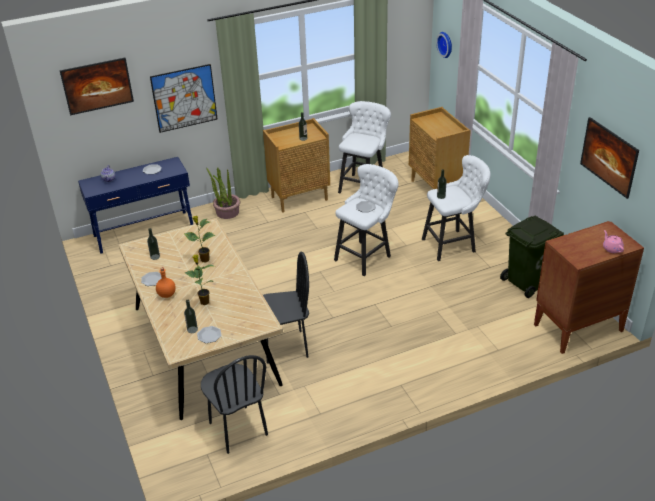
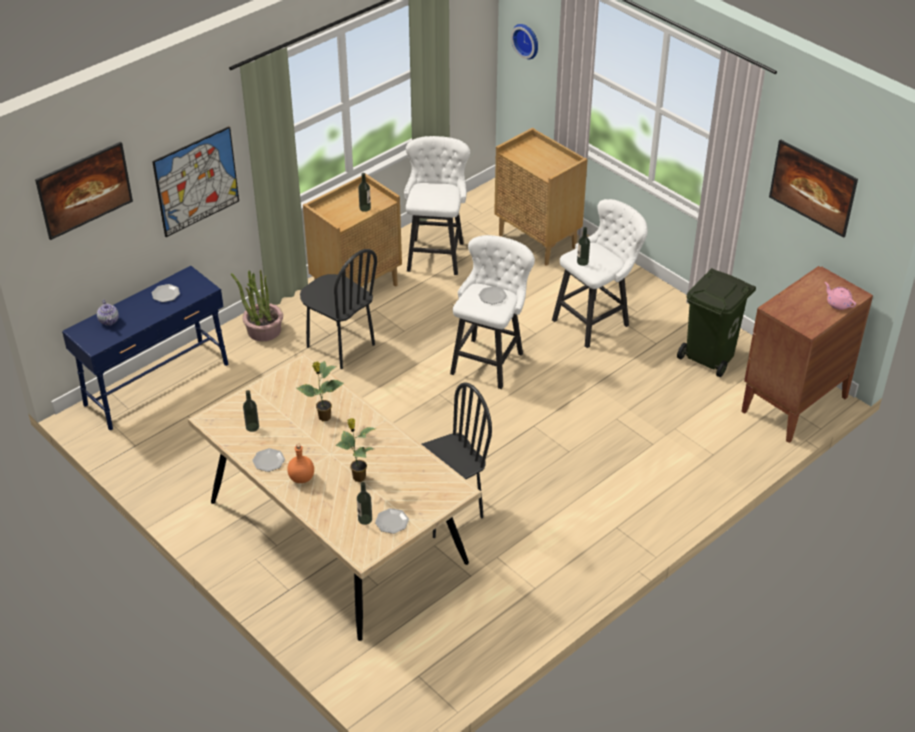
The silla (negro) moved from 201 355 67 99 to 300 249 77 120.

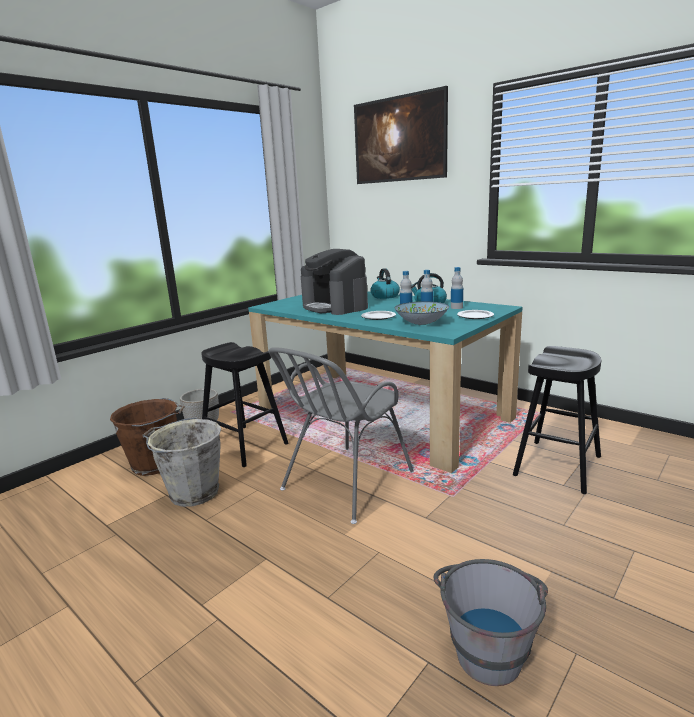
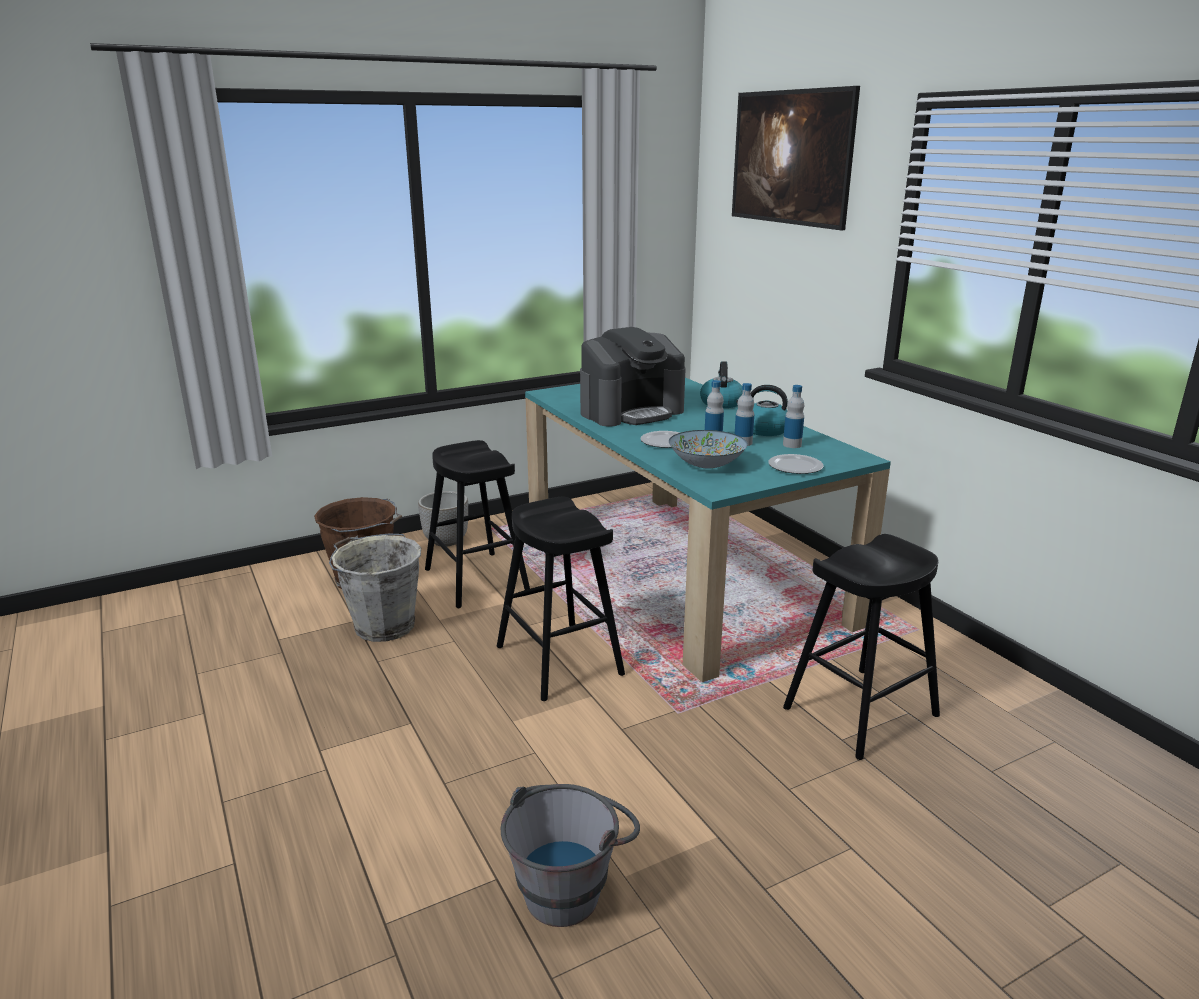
The silla (gris) at 269 347 145 177 was replaced by the taburete (negro) at 497 497 128 204.
The cafetera at 301 249 67 66 turned 105 degrees counterclockwise.

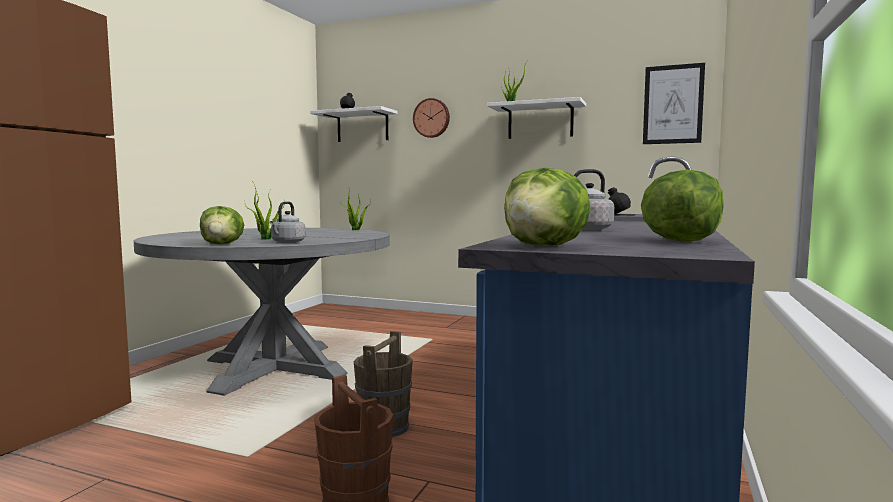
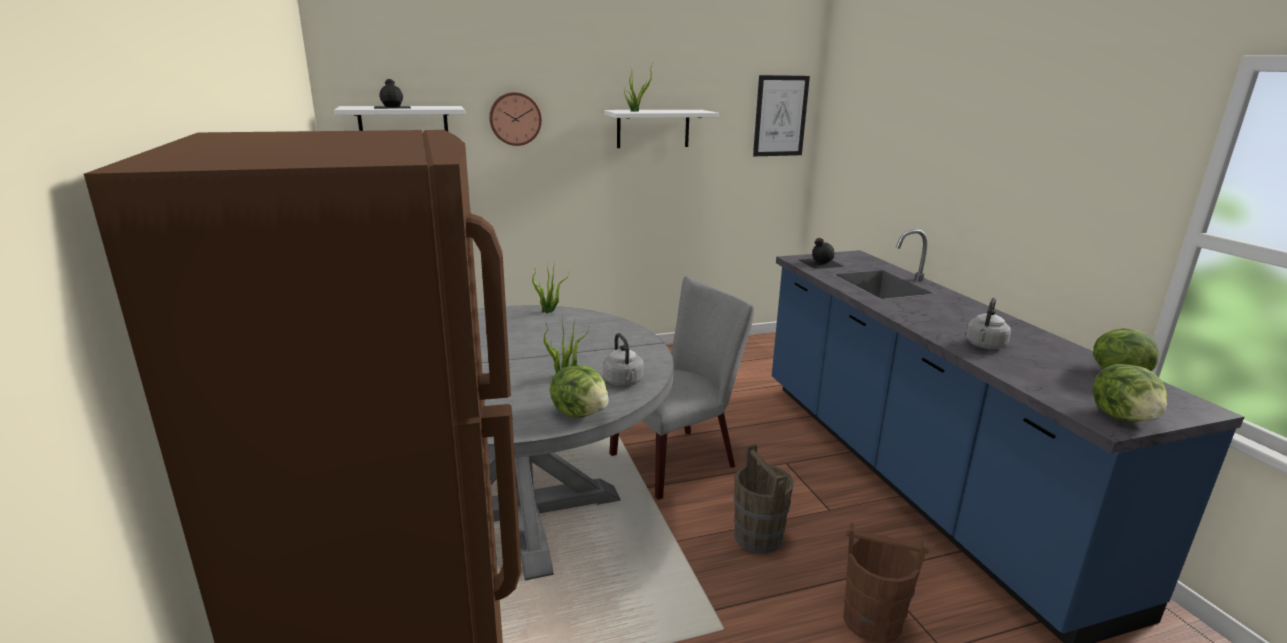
The silla (gris) at 609 276 145 224 appeared.

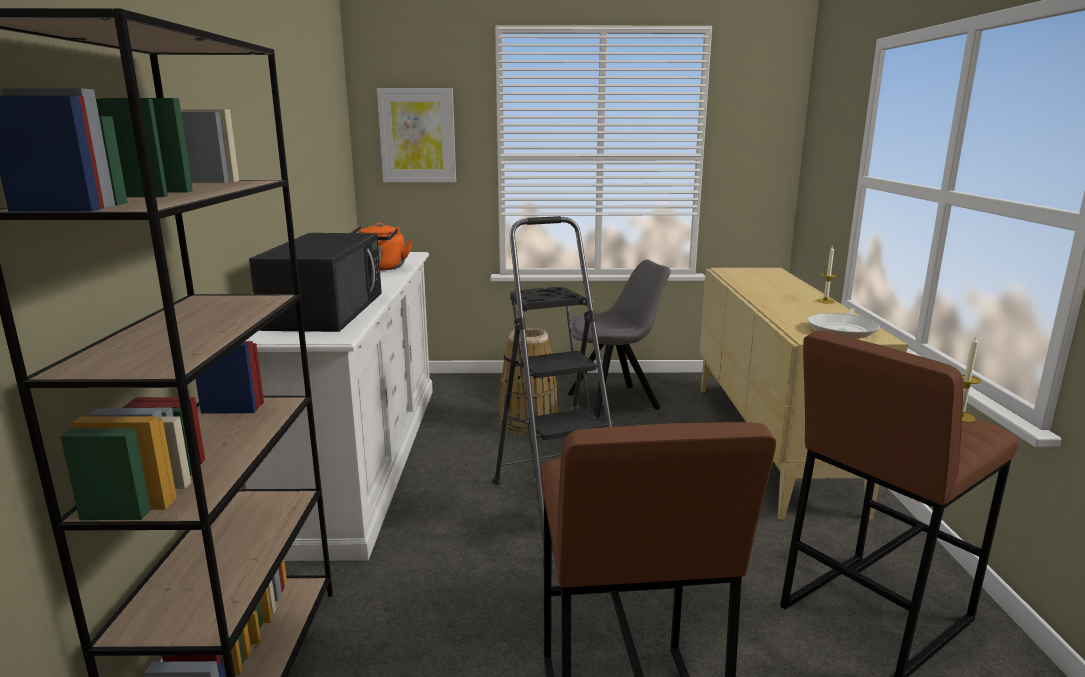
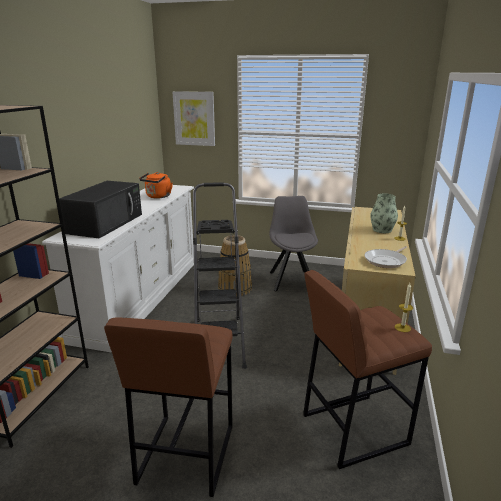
The florero at 370 193 28 40 appeared.
The silla (gris) at 567 260 104 158 turned 90 degrees counterclockwise.

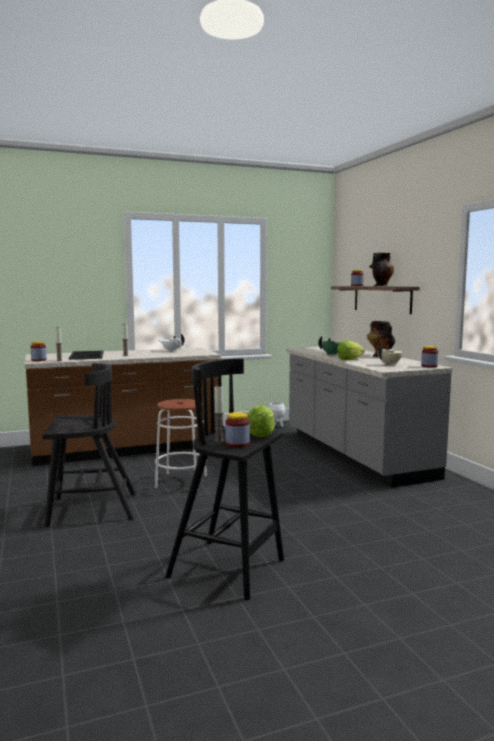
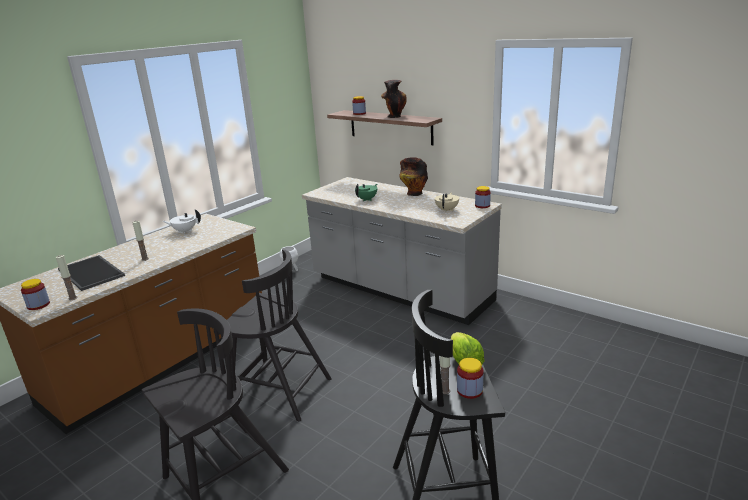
The lechuga at 337 341 28 19 disappeared.
The taburete (blanco) at 155 399 52 92 was replaced by the silla (negro) at 213 250 119 171.

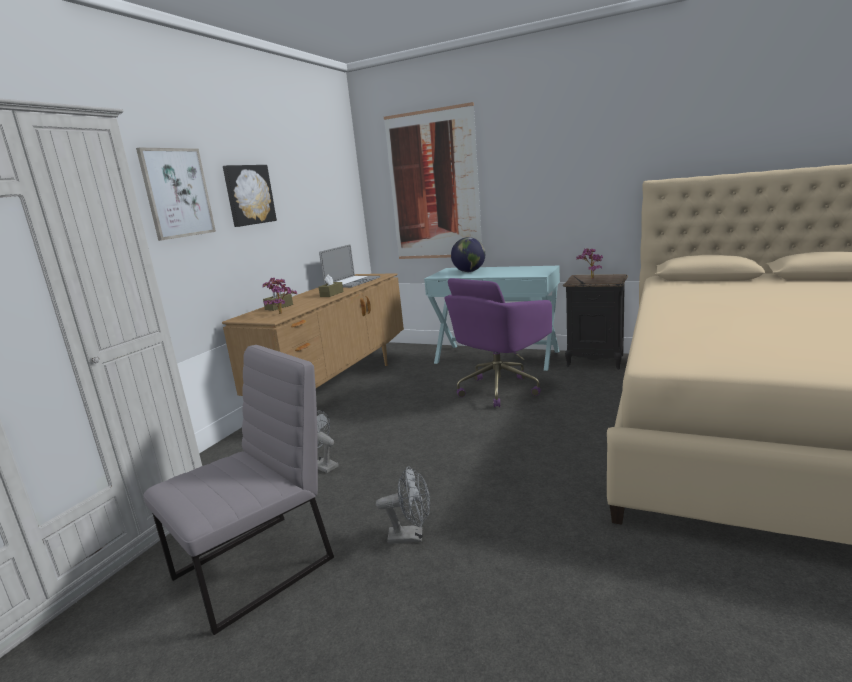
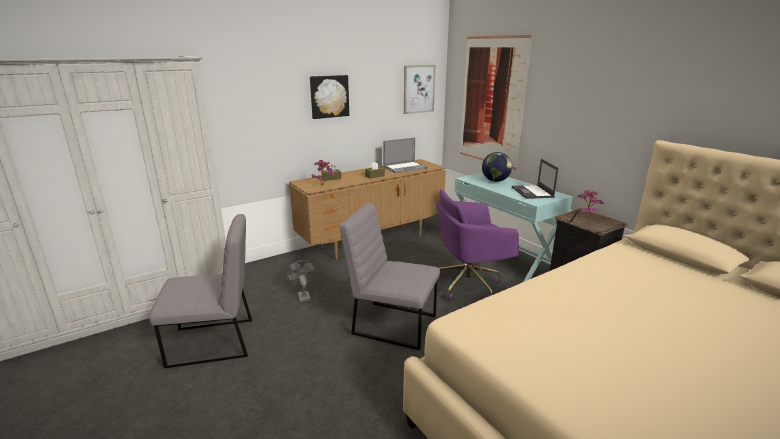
The ventilador (gris) at 376 466 54 78 disappeared.
The silla (gris) at 340 203 100 147 appeared.
The portátil at 512 159 47 40 appeared.
The cuadro moved from 136 148 80 93 to 404 65 32 49.

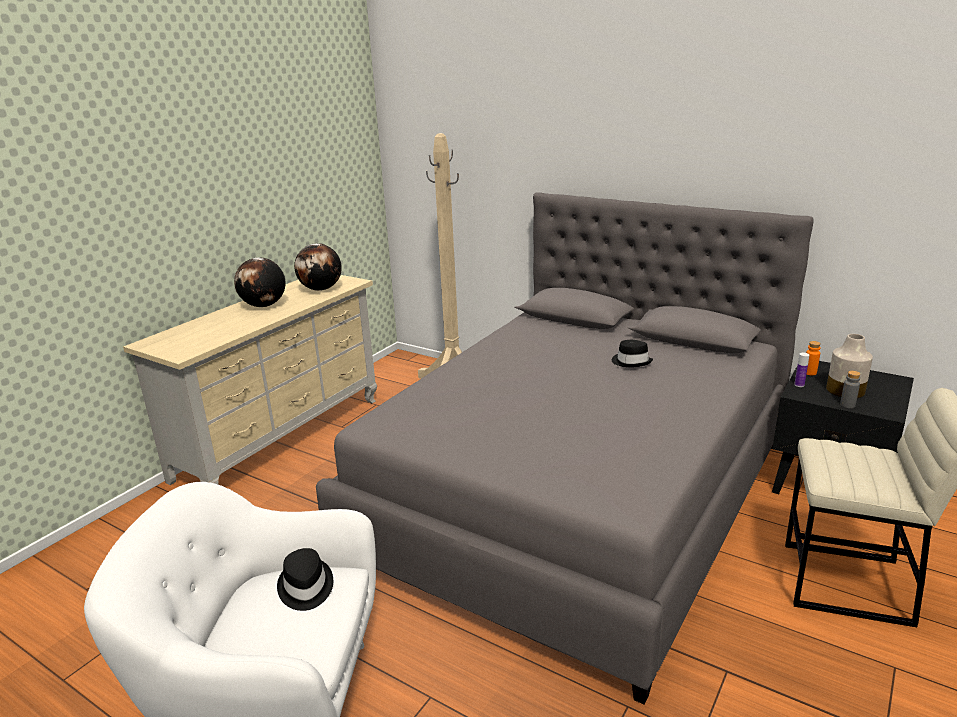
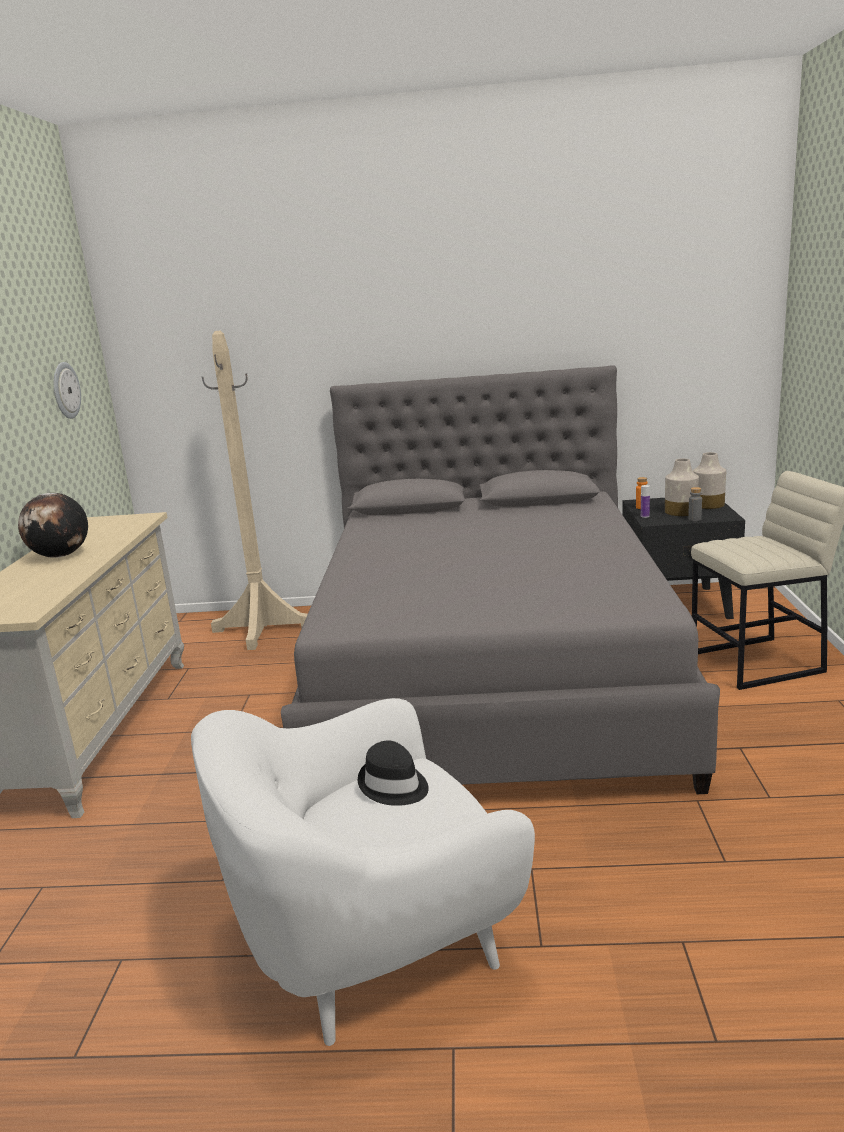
The globo terráqueo at 294 243 48 48 disappeared.
The sombrero (negro) at 612 340 41 27 disappeared.
The reloj de pared at 54 362 27 57 appeared.
The florero (beis) at 693 452 33 57 appeared.

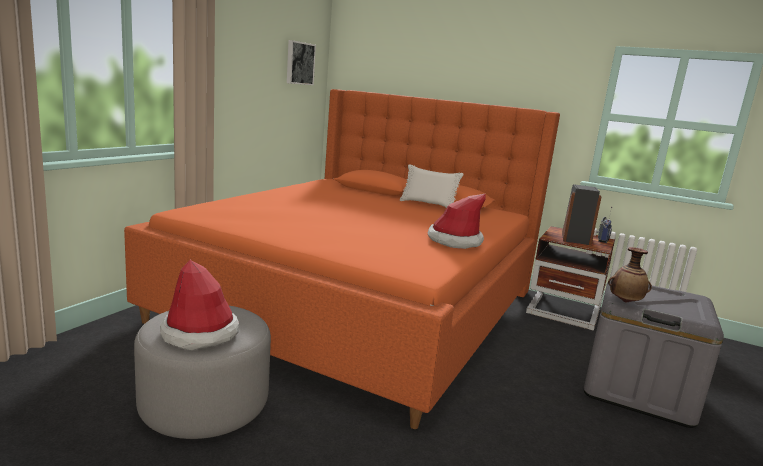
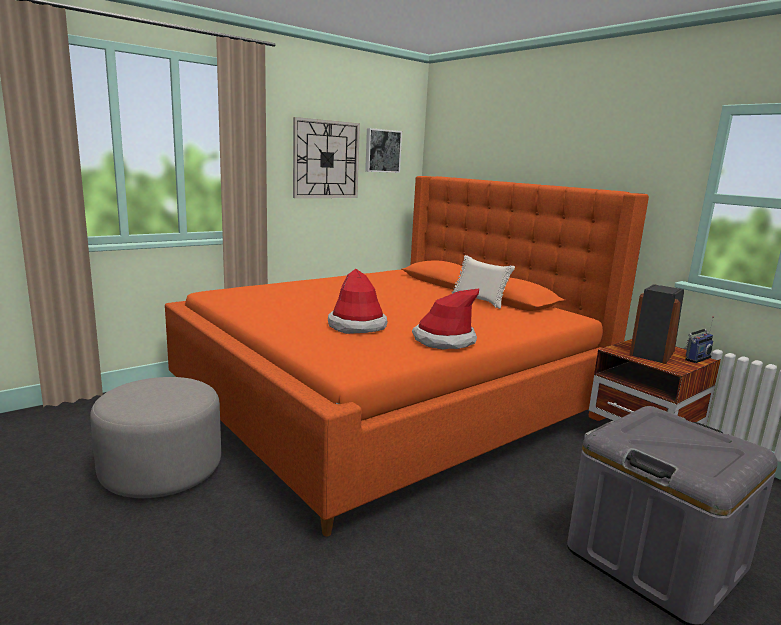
The florero at 608 247 44 56 disappeared.
The reloj de pared at 293 117 67 81 appeared.
The sombrero moved from 160 260 79 90 to 328 269 59 65.

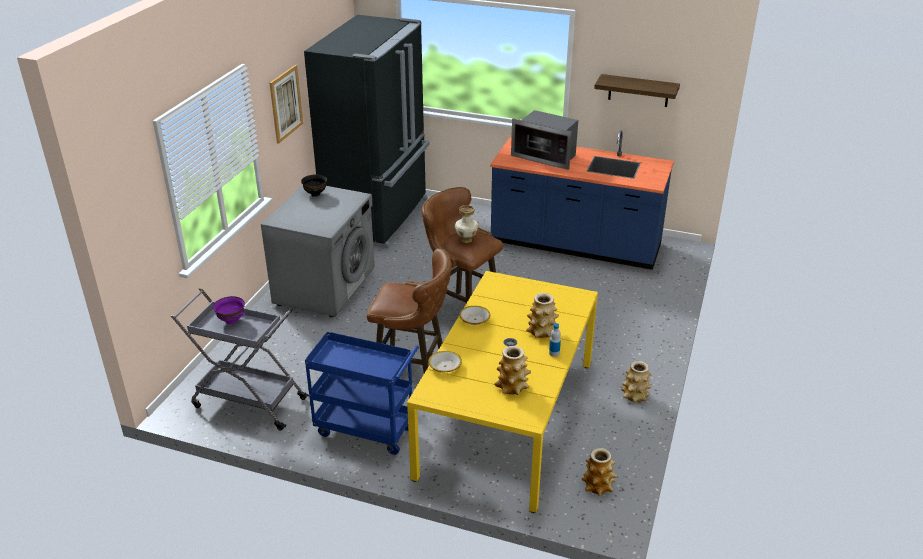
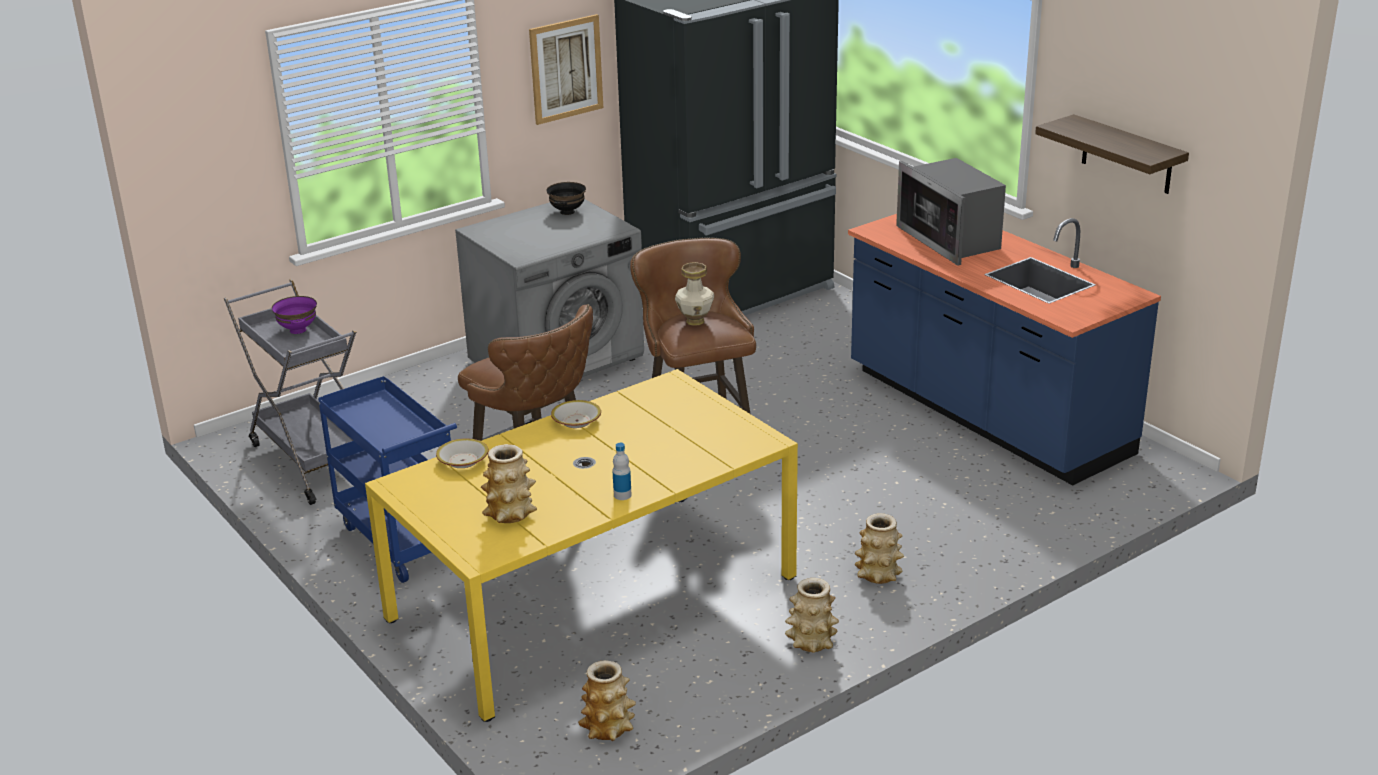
The florero moved from 526 293 33 45 to 855 513 49 71.

